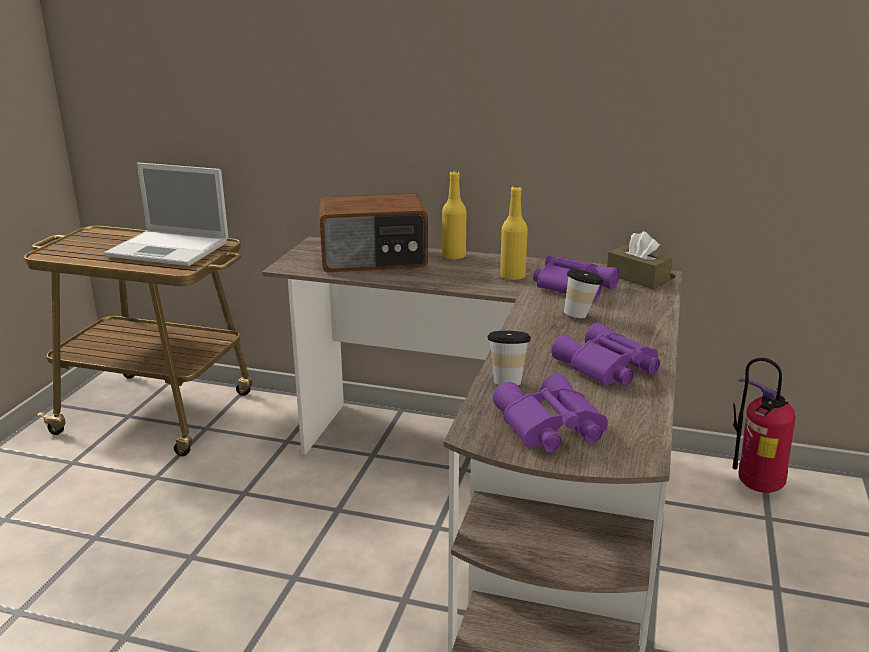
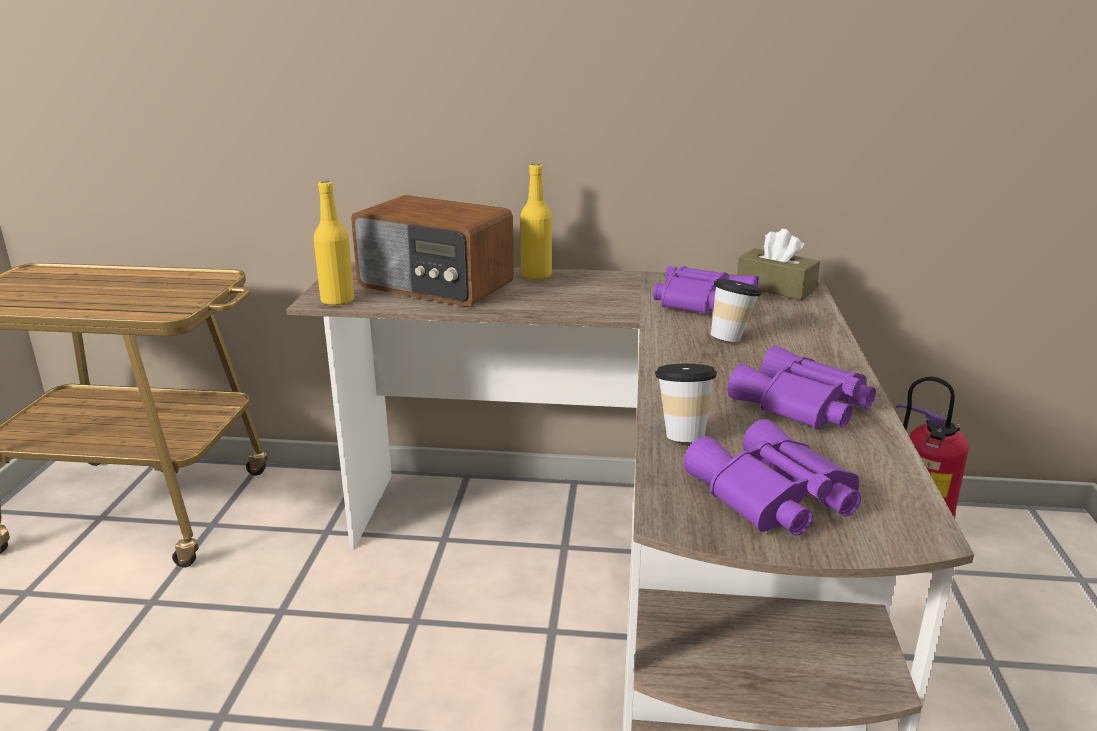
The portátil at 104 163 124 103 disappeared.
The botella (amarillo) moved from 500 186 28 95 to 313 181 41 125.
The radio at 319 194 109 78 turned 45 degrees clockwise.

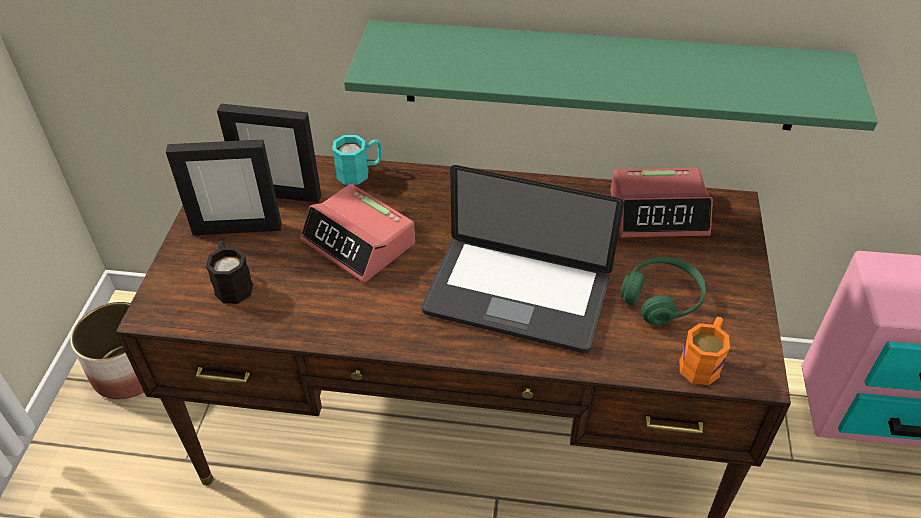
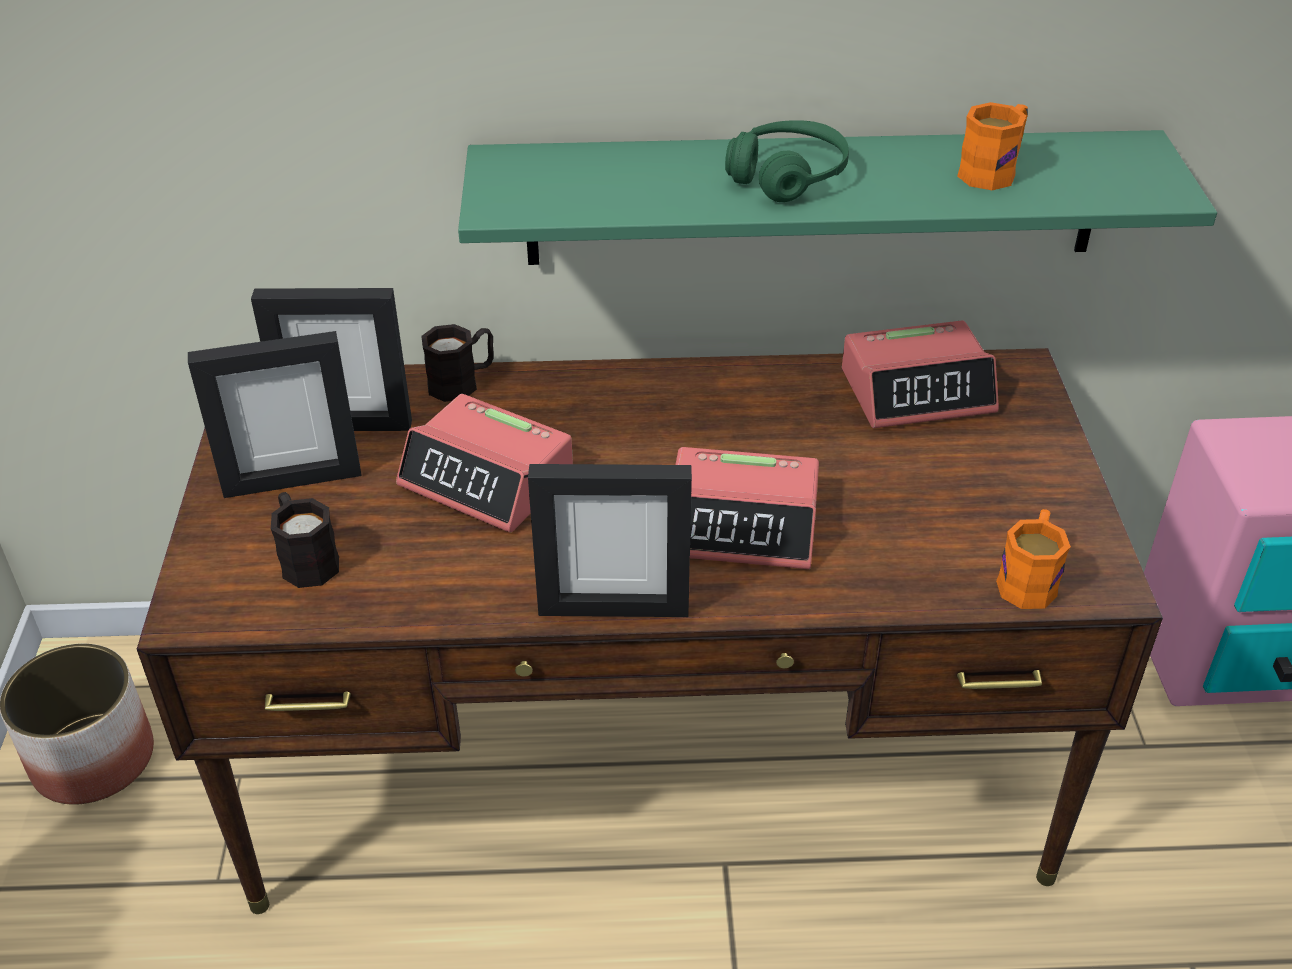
The portarretratos at 528 464 164 153 appeared.
The taza grande (naranja) at 957 102 71 88 appeared.
The auriculares (verde) moved from 620 257 86 69 to 725 120 124 82.
The portátil at 422 165 202 188 was replaced by the despertador at 675 447 144 122.
The taza grande (turquesa) at 332 135 49 50 became the taza grande (negro) at 421 324 73 78.

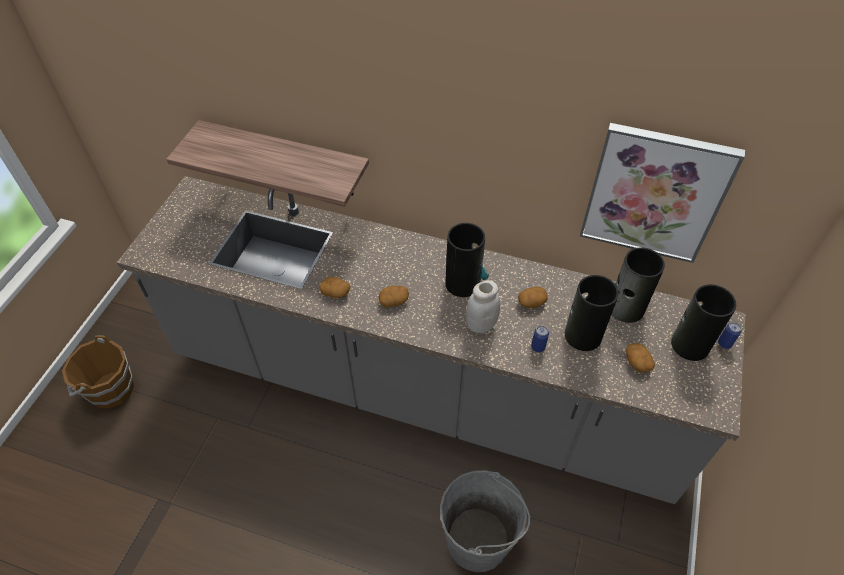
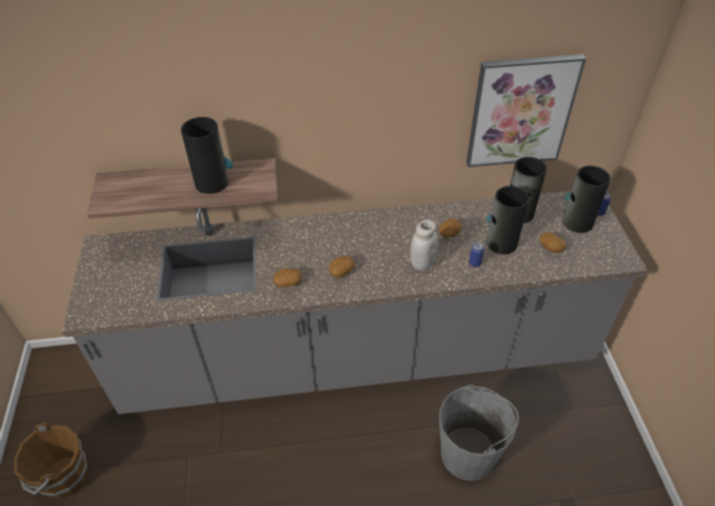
The florero moved from 445 223 44 74 to 181 117 52 77.

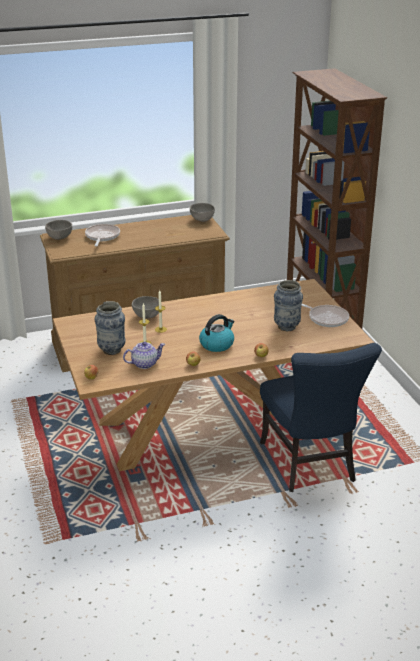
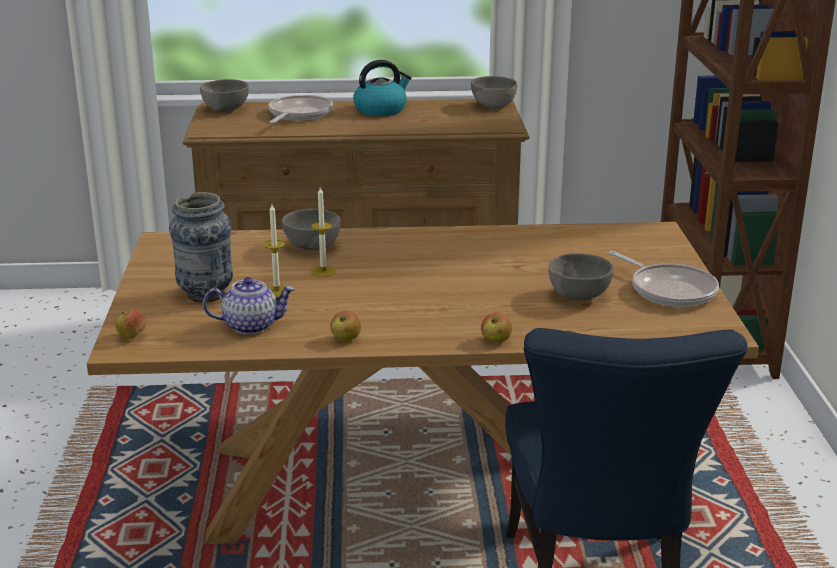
The hervidor moved from 199 314 35 38 to 353 60 59 56.
The florero at 274 280 29 51 was replaced by the cuenco (gris) at 549 253 65 47.

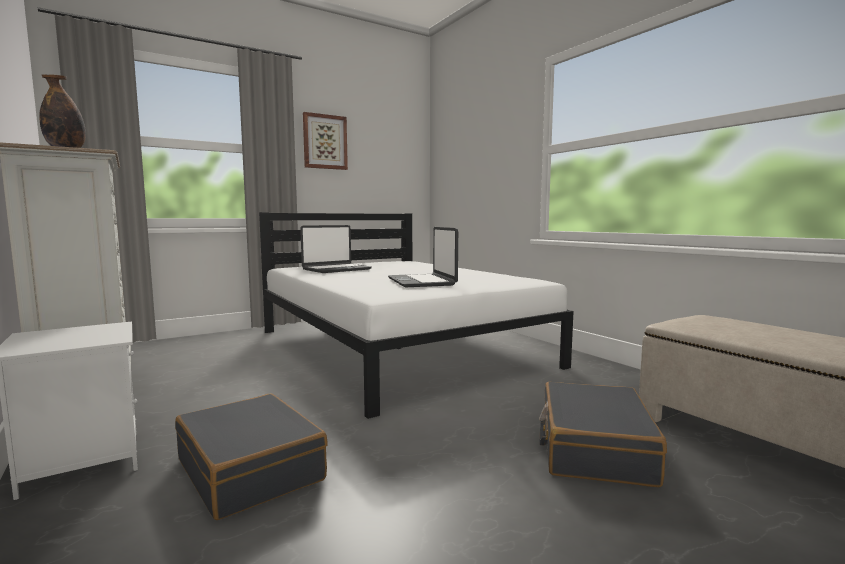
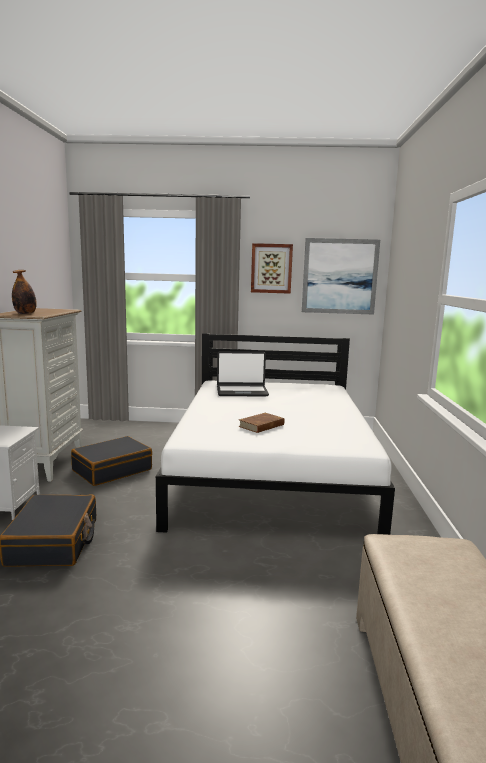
The cuadro at 302 238 78 77 appeared.
The maleta (negro) moved from 539 382 128 105 to 71 436 81 50.
The portátil at 388 227 70 60 was replaced by the libro (marrón) at 238 413 47 20.

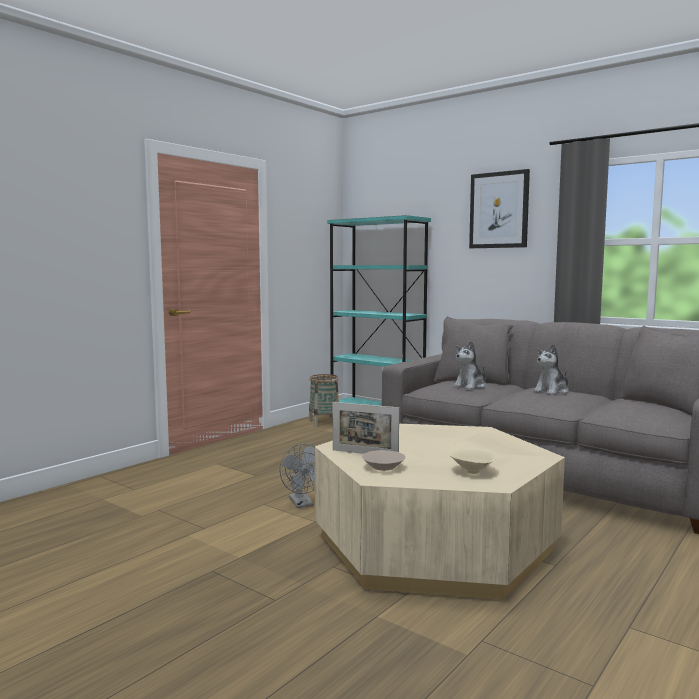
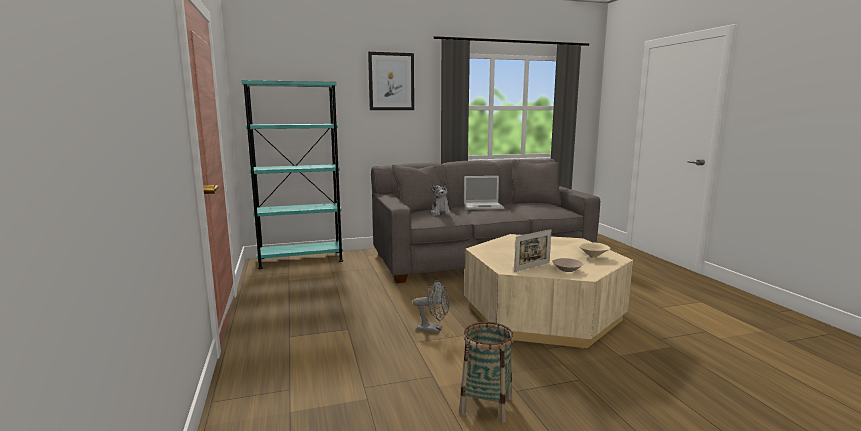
The cesta moved from 309 374 30 53 to 459 322 55 101.
The peluche at 533 344 36 51 was replaced by the portátil at 464 176 40 34.

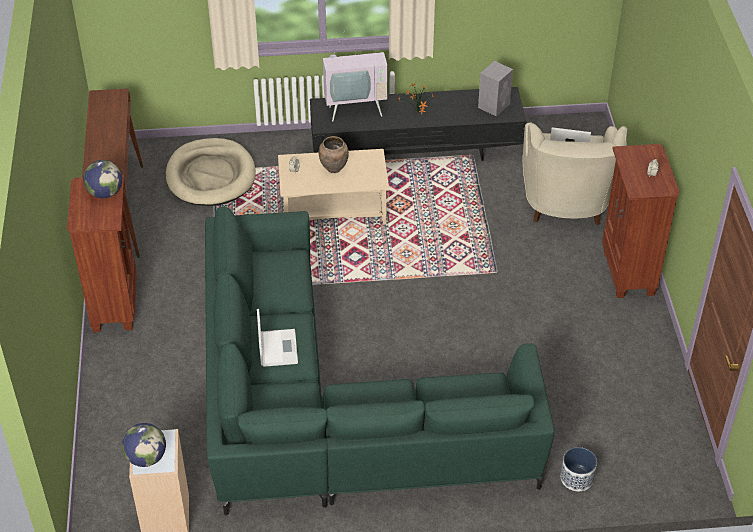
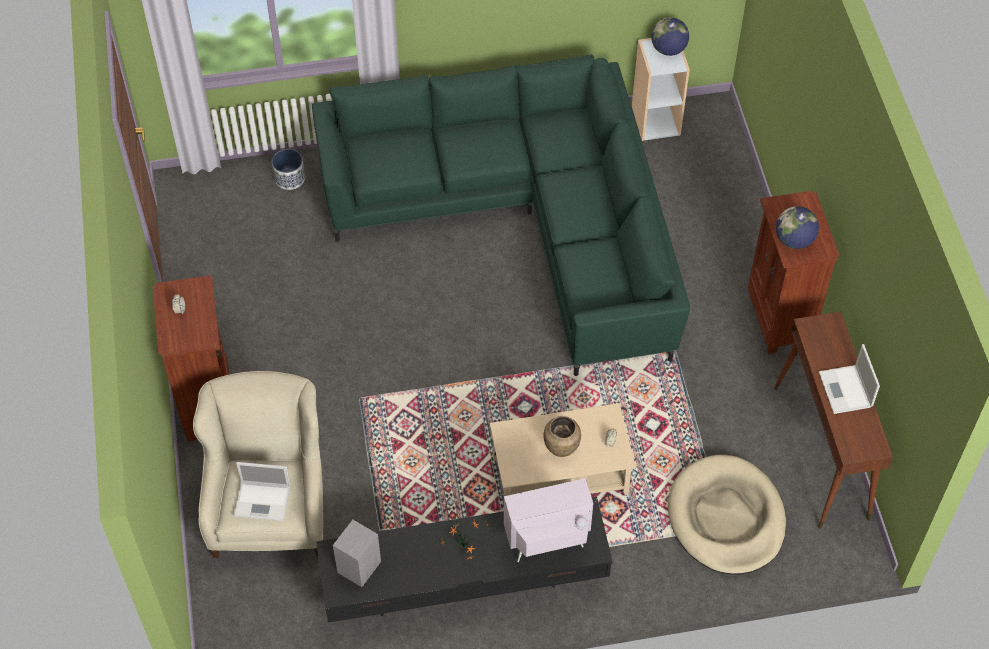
The portátil moved from 257 309 41 58 to 819 344 61 70.

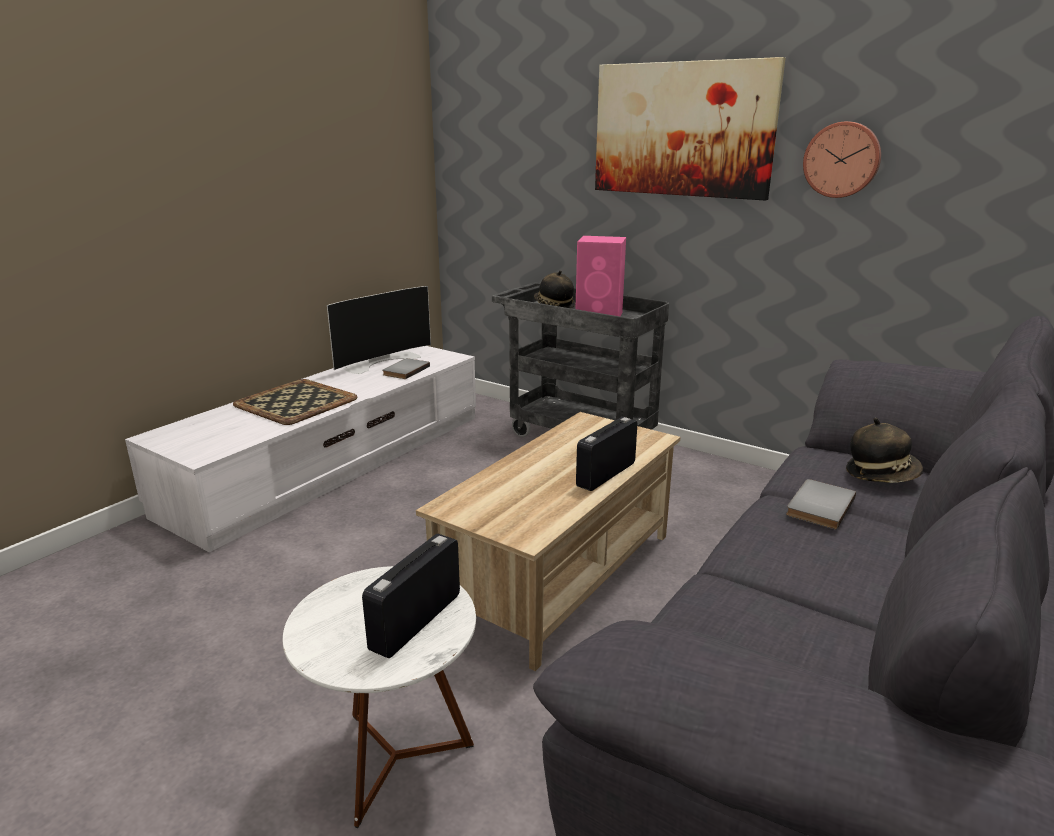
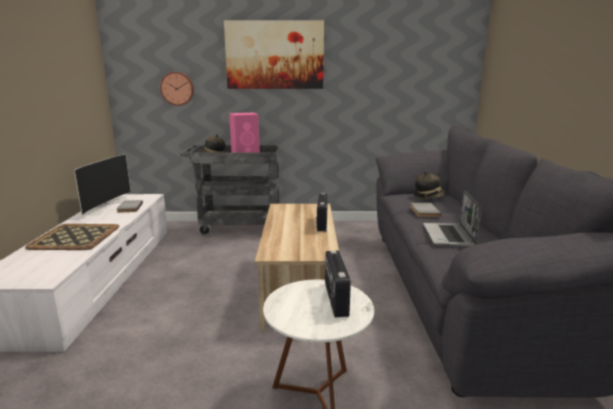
The portátil at 423 190 59 57 appeared.
The reloj de pared moved from 803 121 78 77 to 160 72 34 34.

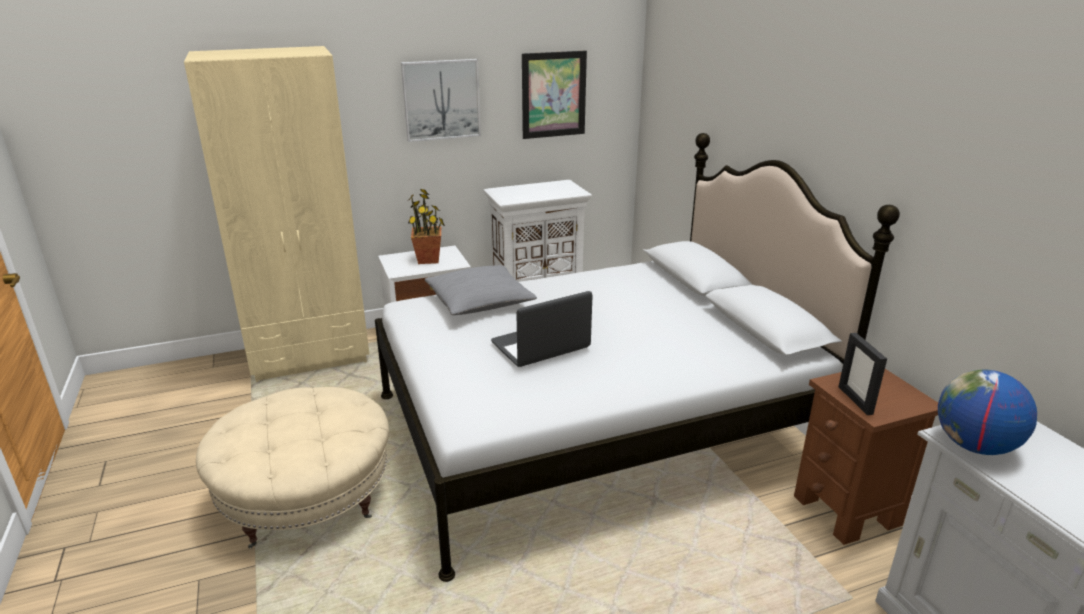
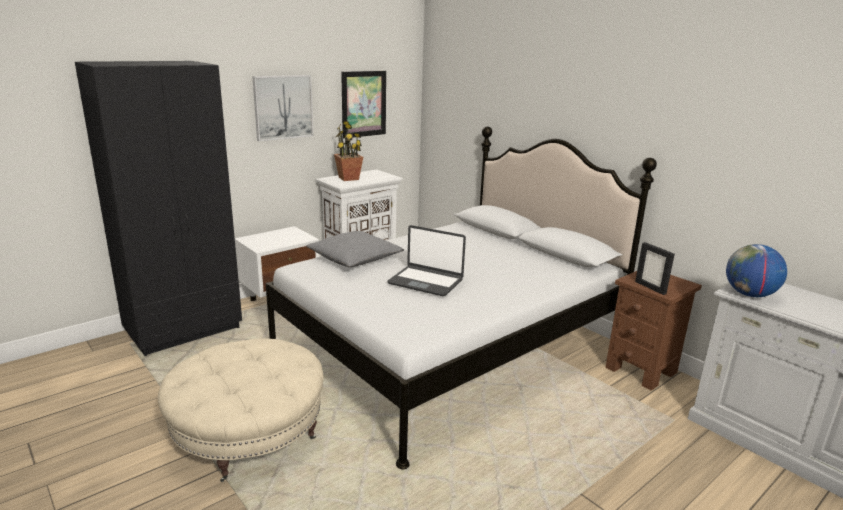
The planta en maceta moved from 408 189 37 75 to 334 121 29 60.
The armario ropero (beis) at 184 46 185 336 became the armario ropero (negro) at 75 61 167 295.
The portátil at 491 291 102 76 turned 105 degrees counterclockwise.

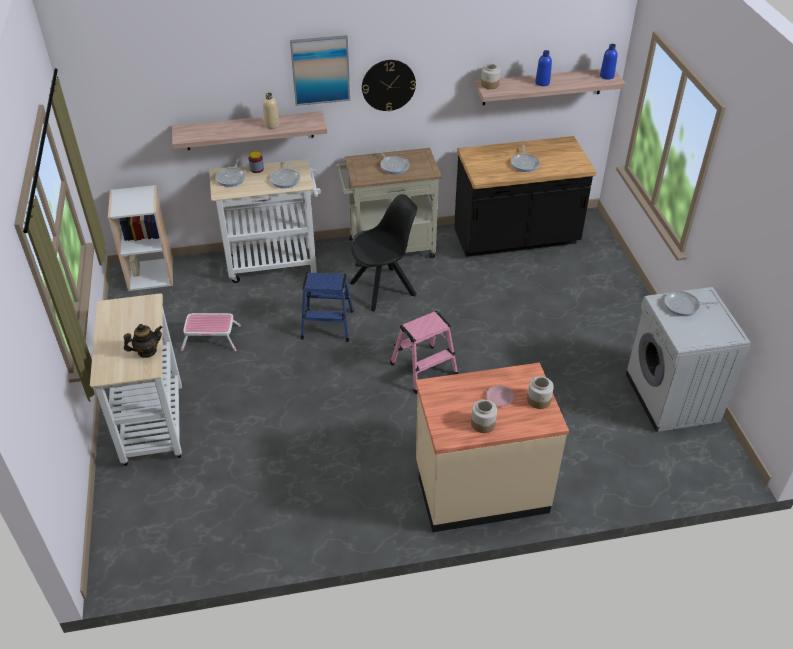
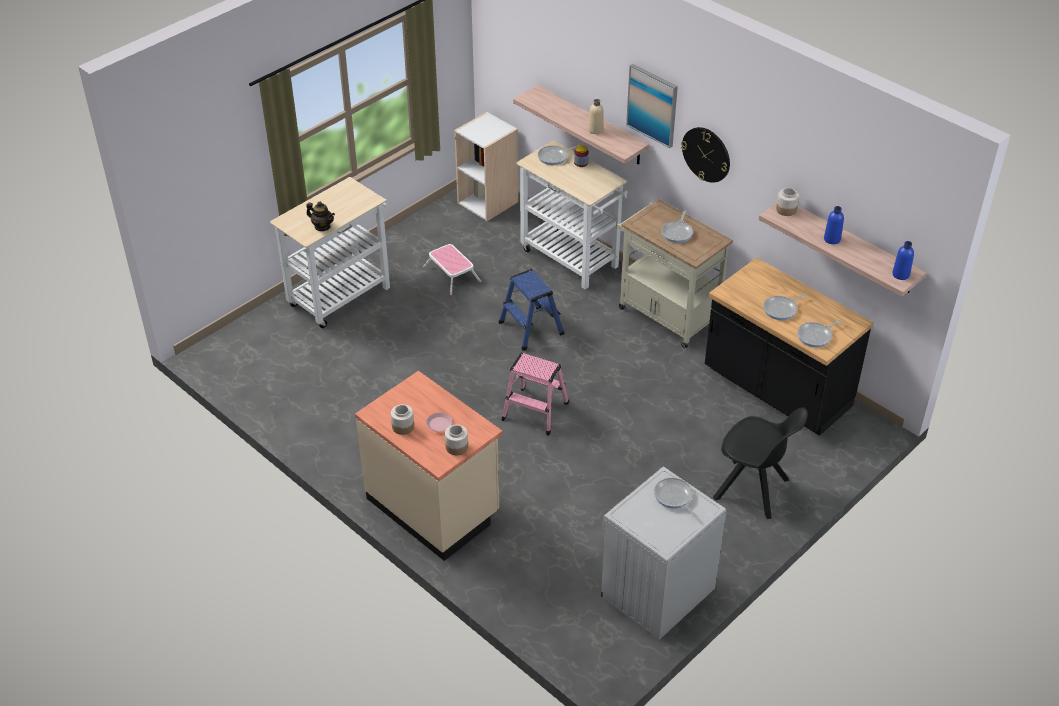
The sartén moved from 270 160 30 28 to 797 320 45 27.
The silla (negro) moved from 350 194 67 117 to 713 407 95 112.

